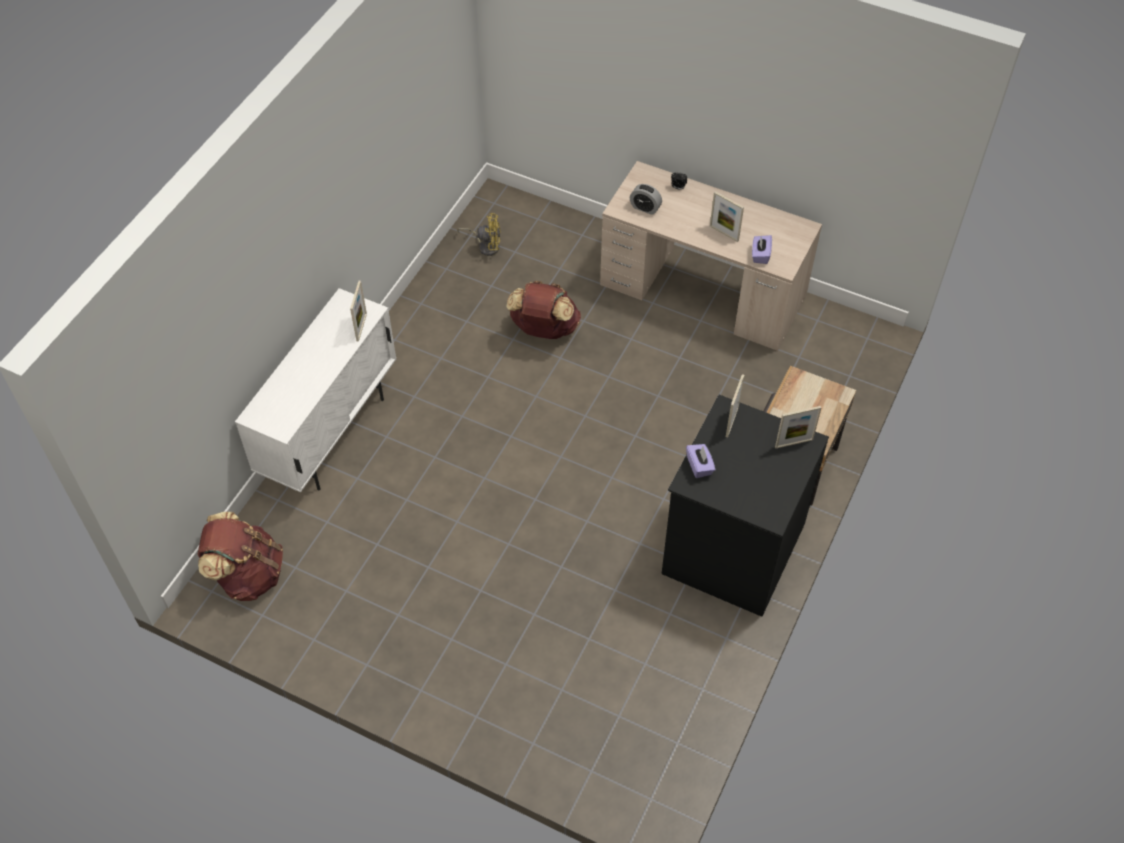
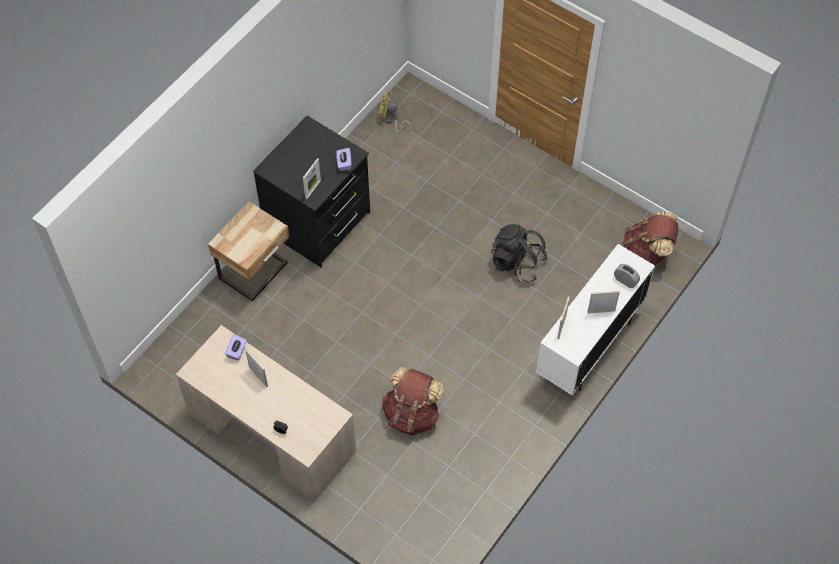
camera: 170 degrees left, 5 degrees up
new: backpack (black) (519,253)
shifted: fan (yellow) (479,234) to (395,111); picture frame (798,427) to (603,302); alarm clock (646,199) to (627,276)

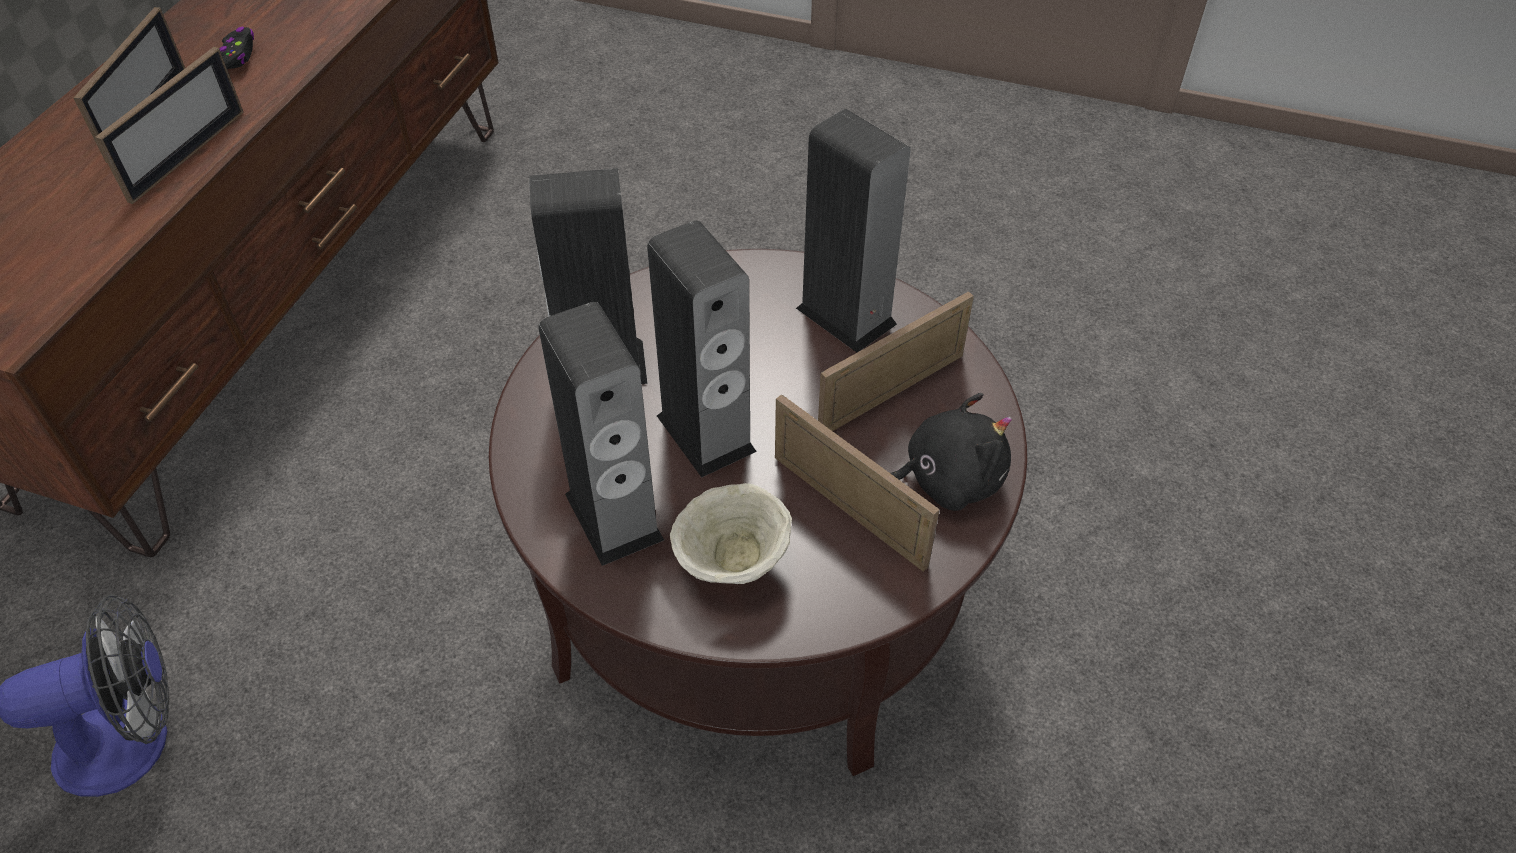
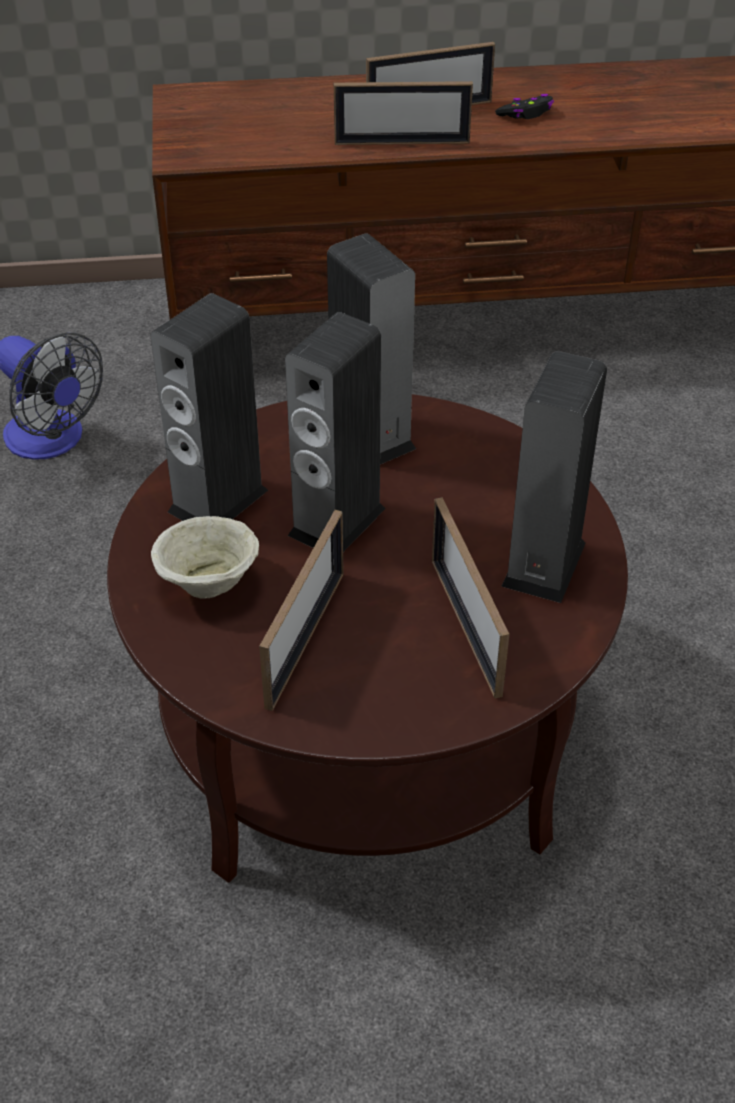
camera: 65 degrees right, 5 degrees down
gone: plush toy (black) (951,452)
rotated: picture frame (896,361) = (470,598) 135 degrees counterclockwise

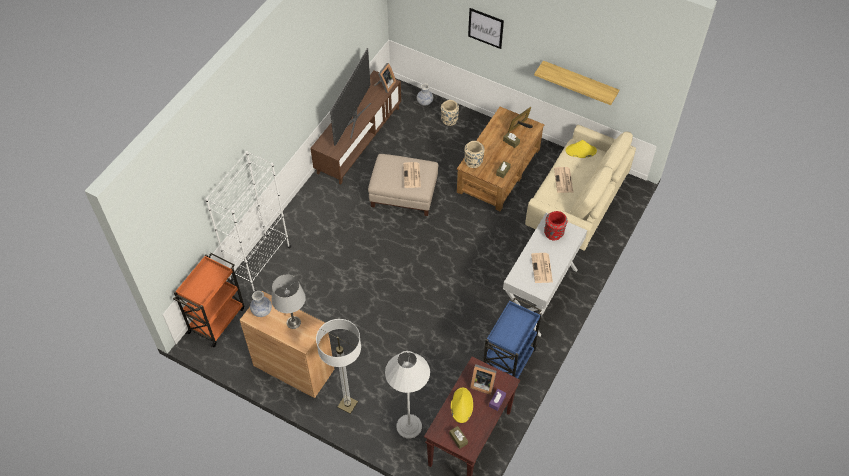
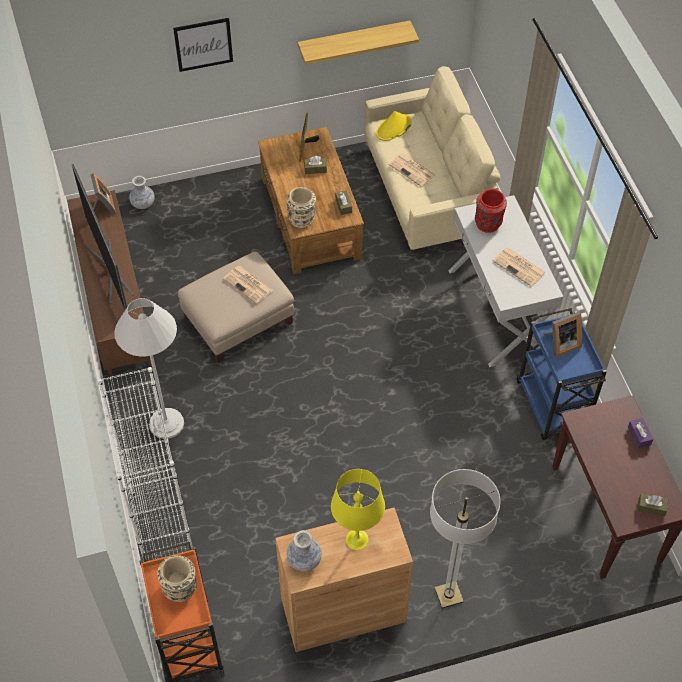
camera: 45 degrees left, 0 degrees up
gone: hat (yellow) (462,405)
shifted: floor lamp (white) (407,395) to (149,368); vase (beige) (450,113) to (177,578); picture frame (483,379) to (562,334)
repainted: table lamp (grey) (289,302) to table lamp (yellow) (358,509)

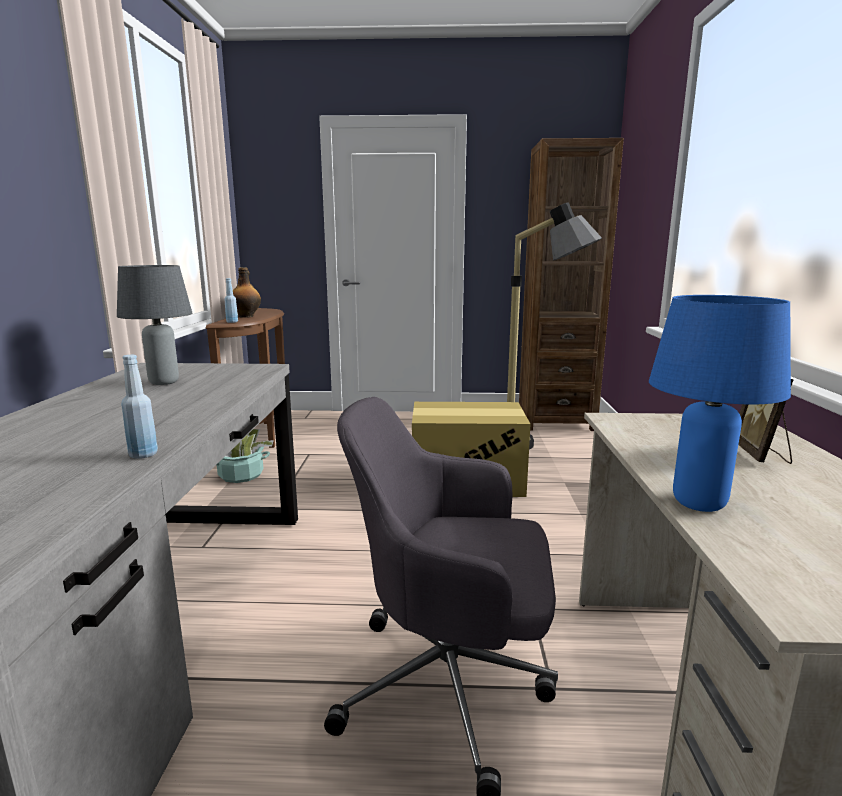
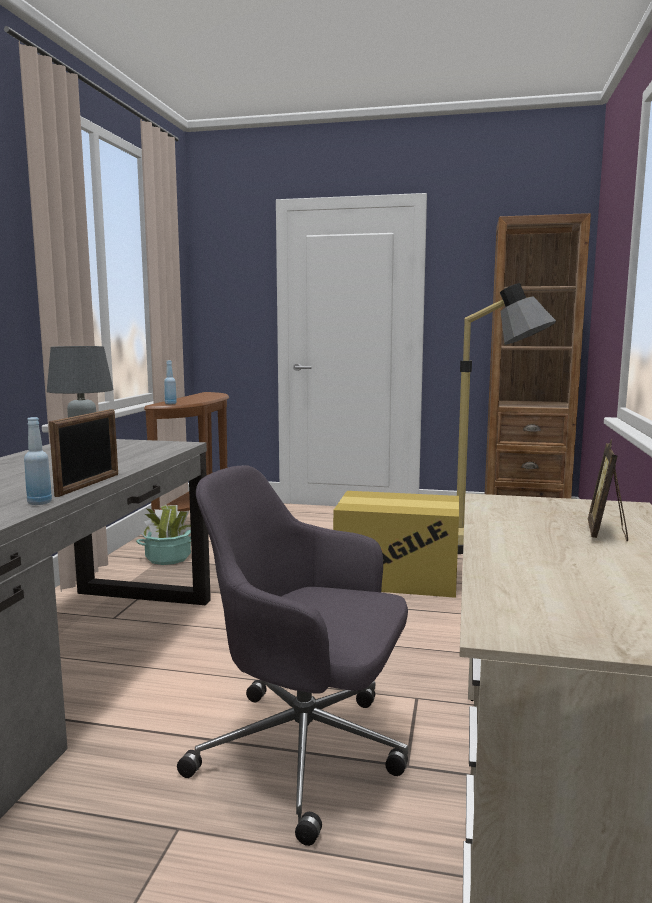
camera: 10 degrees right, 5 degrees down
gone: bottle (247,293); table lamp (blue) (720,403)
new: picture frame (83,453)

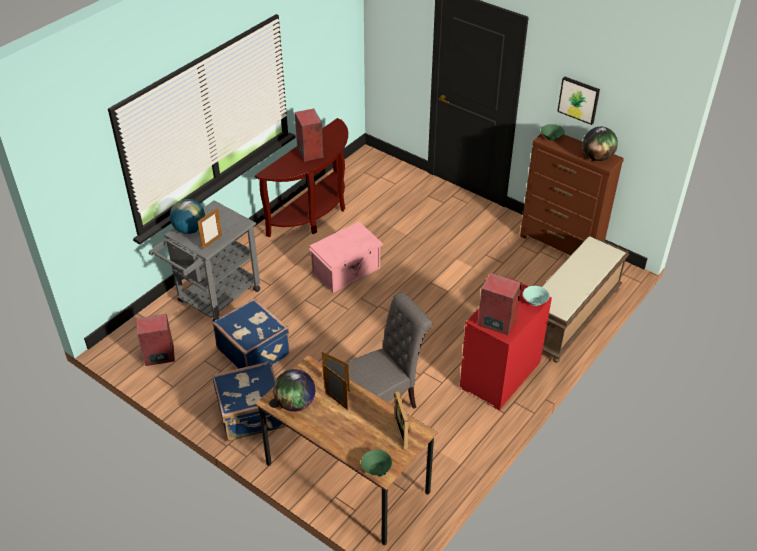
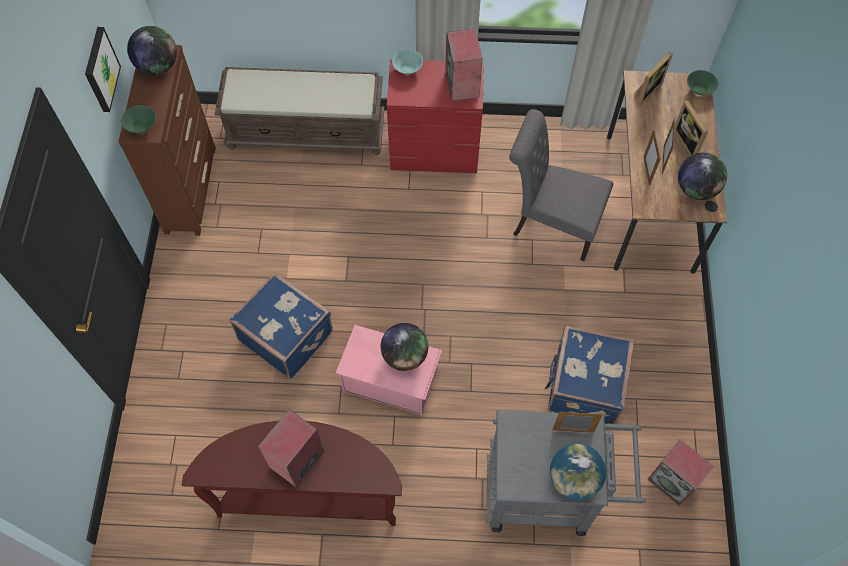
camera: 125 degrees left, 20 degrees up
new: globe (404,347); picture frame (691,128)
shifted: suitcase (blue) (248,401) to (281,325)

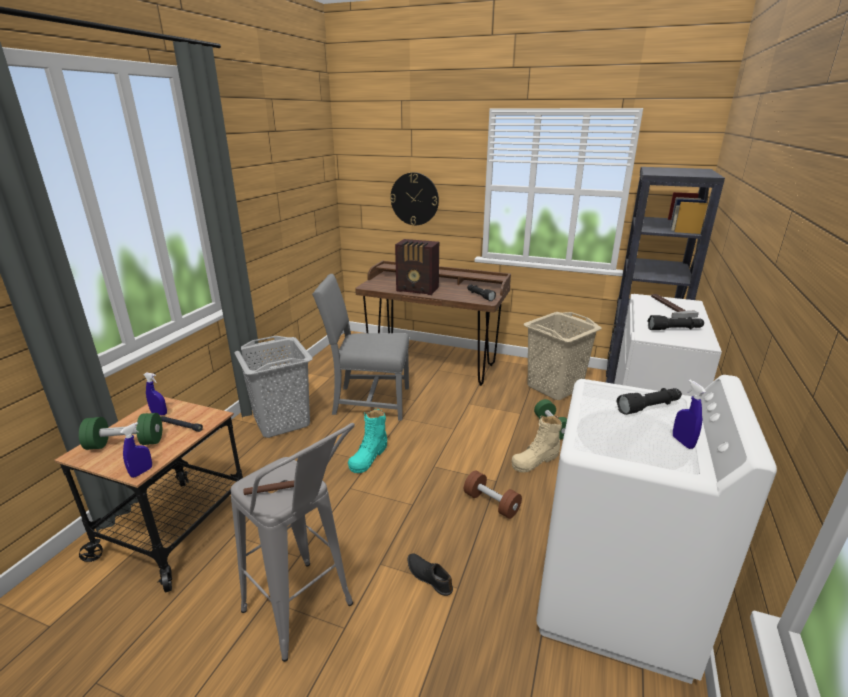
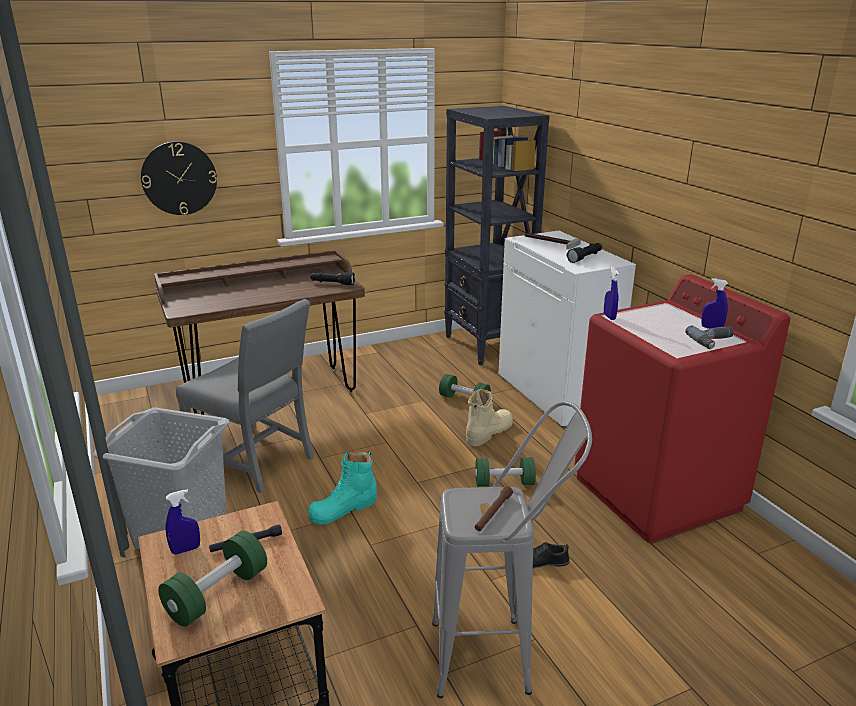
camera: 45 degrees left, 0 degrees up
gone: radio (417,267); laundry basket (beige) (562,356); flashlight (black) (649,401)
new: power drill (709,337)
shifted: spray bottle (blue) (136,450) to (611,293)
repainted: dumbbell (brown) (493,494) to dumbbell (green) (505,471); washing machine (white) (656,529) to washing machine (red) (682,408)
rotated: chair (grey) (361,347) = (245,396) 105 degrees counterclockwise; boot (turquoise) (368,441) = (342,488) 75 degrees clockwise; boot (beige) (536,444) = (489,417) 150 degrees counterclockwise

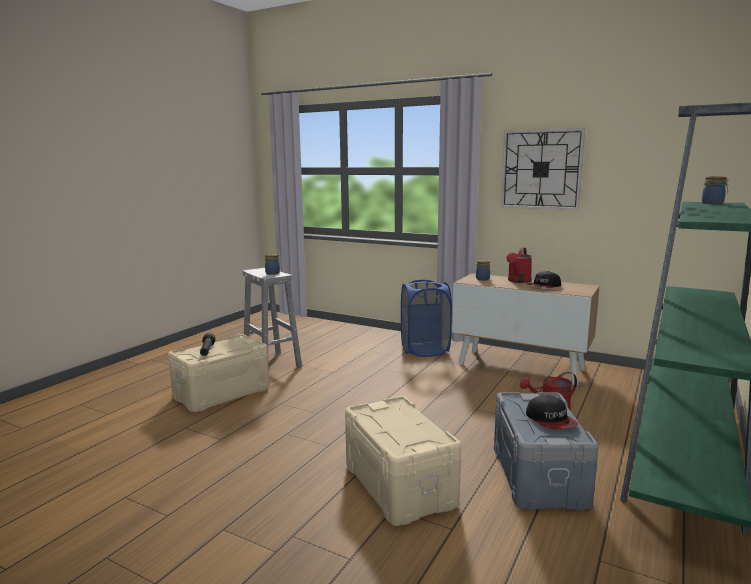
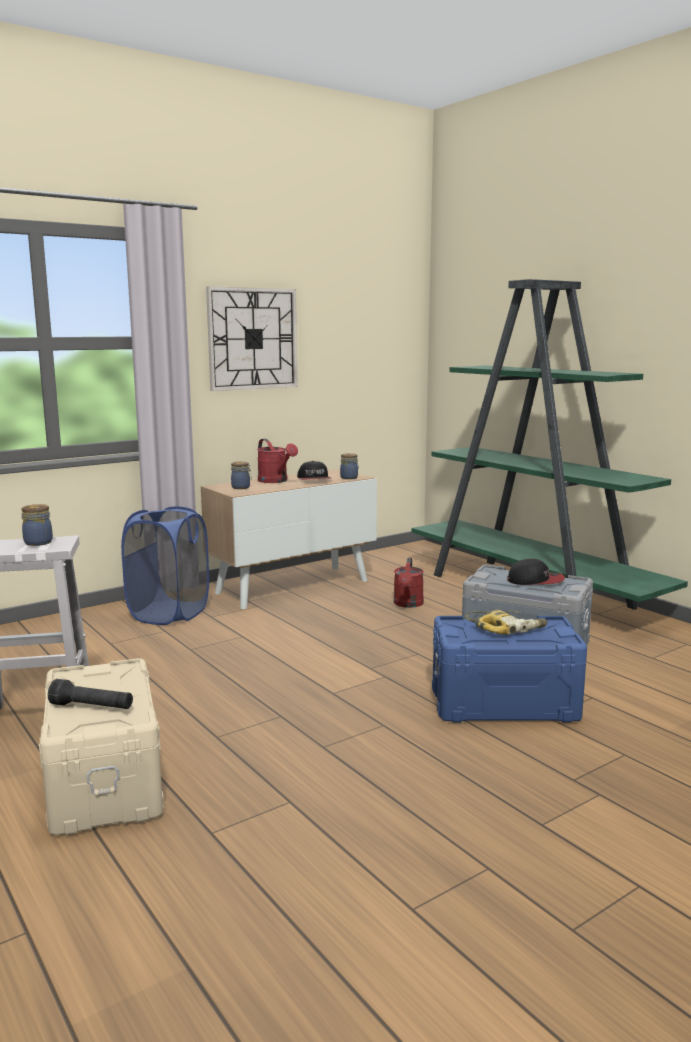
camera: 65 degrees left, 0 degrees up
new: power drill (506,622)
shifted: jar (716,190) to (349,466)
repainted: storage box (beige) (403,461) to storage box (blue) (509,669)

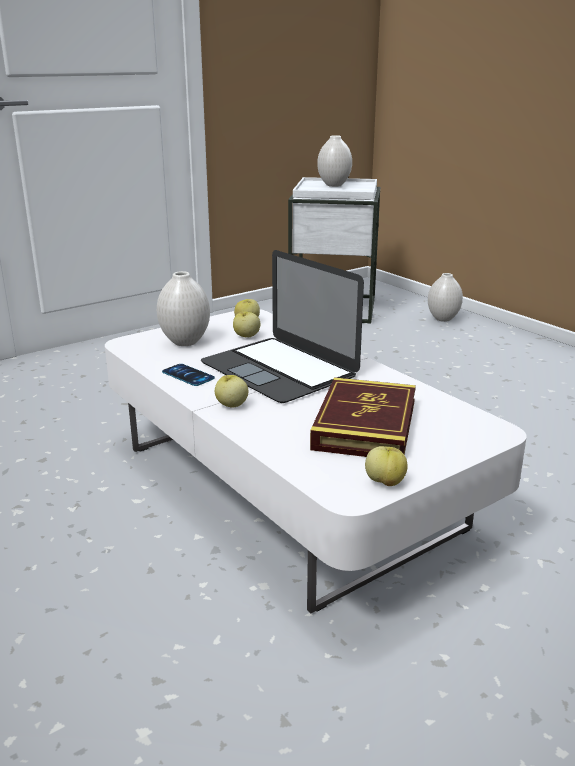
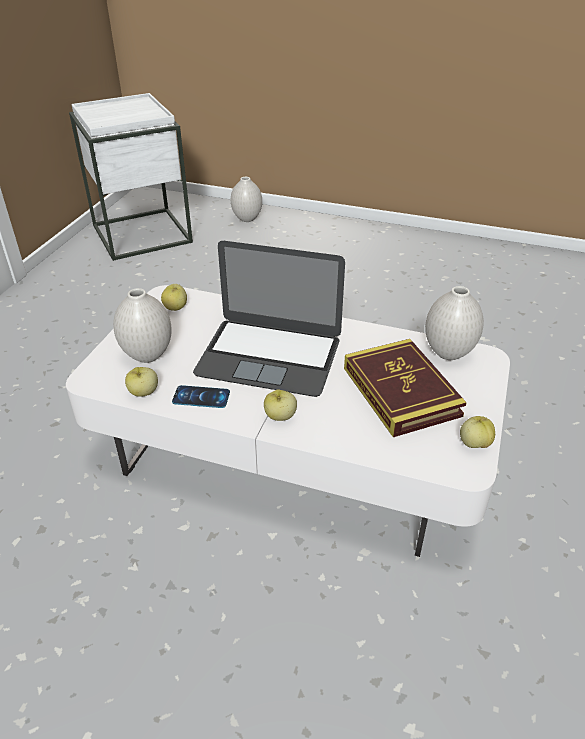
camera: 35 degrees left, 15 degrees up
shifted: apple (246,324) to (141,382); vase (white) (334,161) to (454,323)

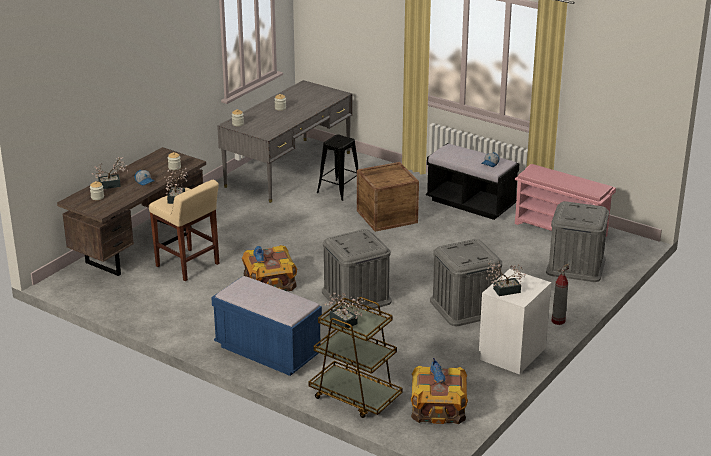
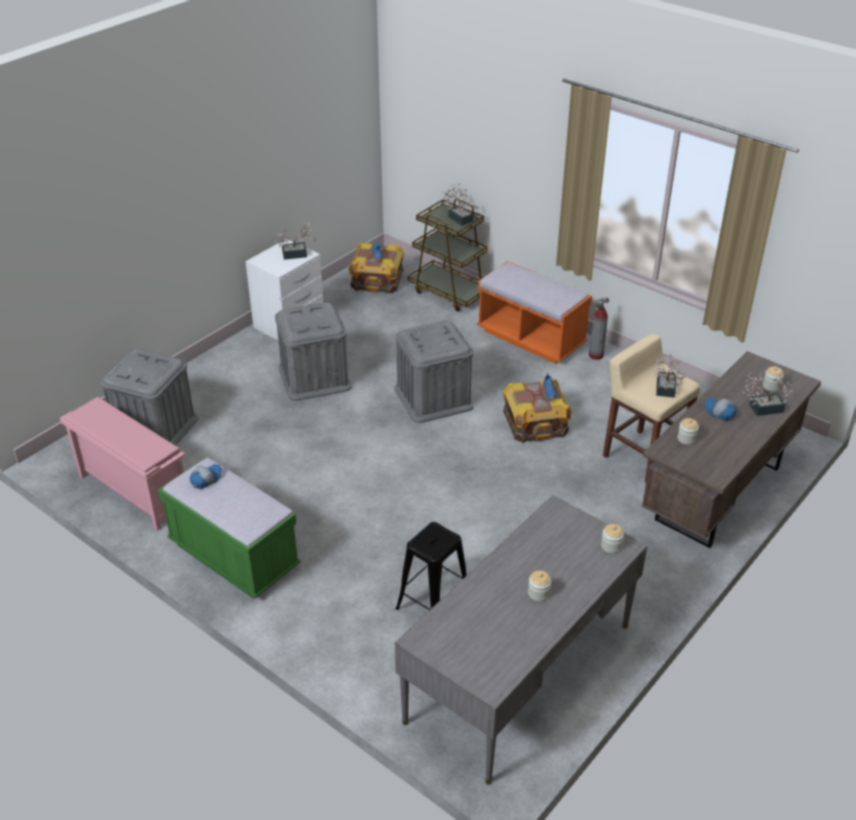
camera: 175 degrees left, 10 degrees up
gone: crate (388,197)
shifted: fire extinguisher (560,294) to (599,329)
repainted: bench (black) (473,181) to bench (green) (229,528); bench (blue) (266,326) to bench (orange) (534,312)

